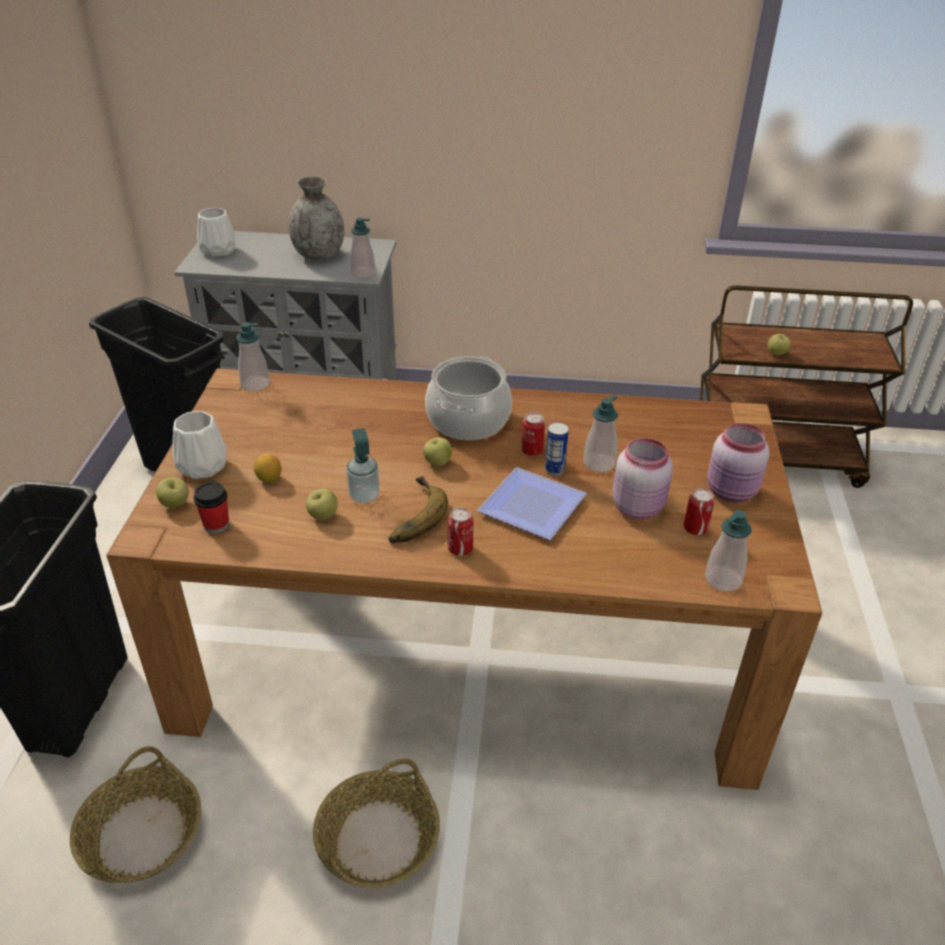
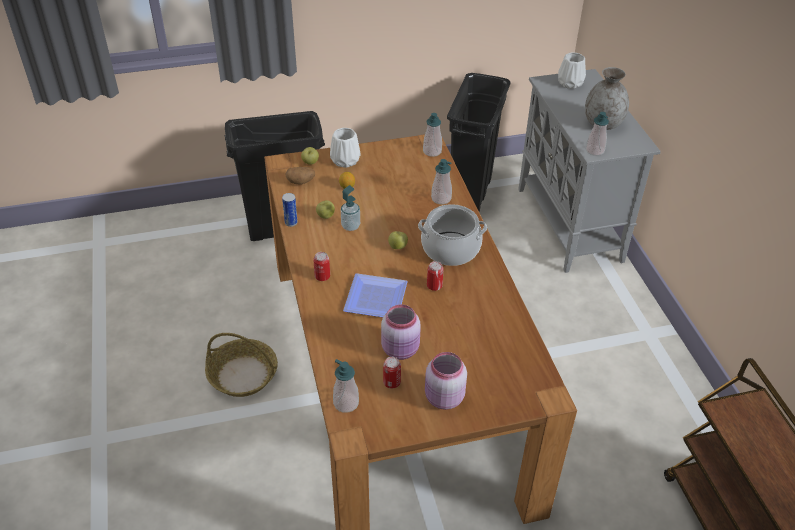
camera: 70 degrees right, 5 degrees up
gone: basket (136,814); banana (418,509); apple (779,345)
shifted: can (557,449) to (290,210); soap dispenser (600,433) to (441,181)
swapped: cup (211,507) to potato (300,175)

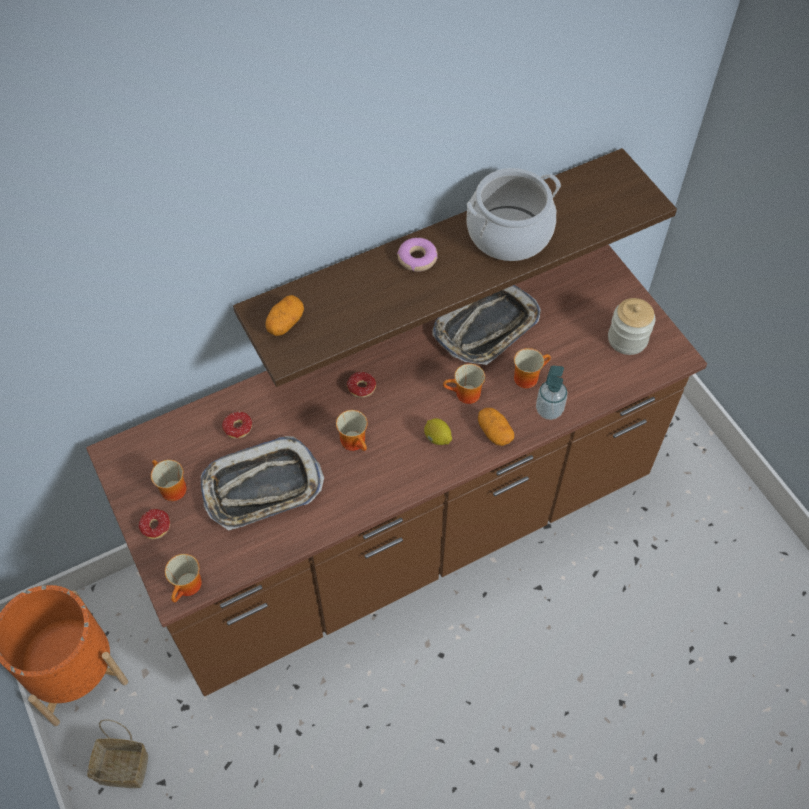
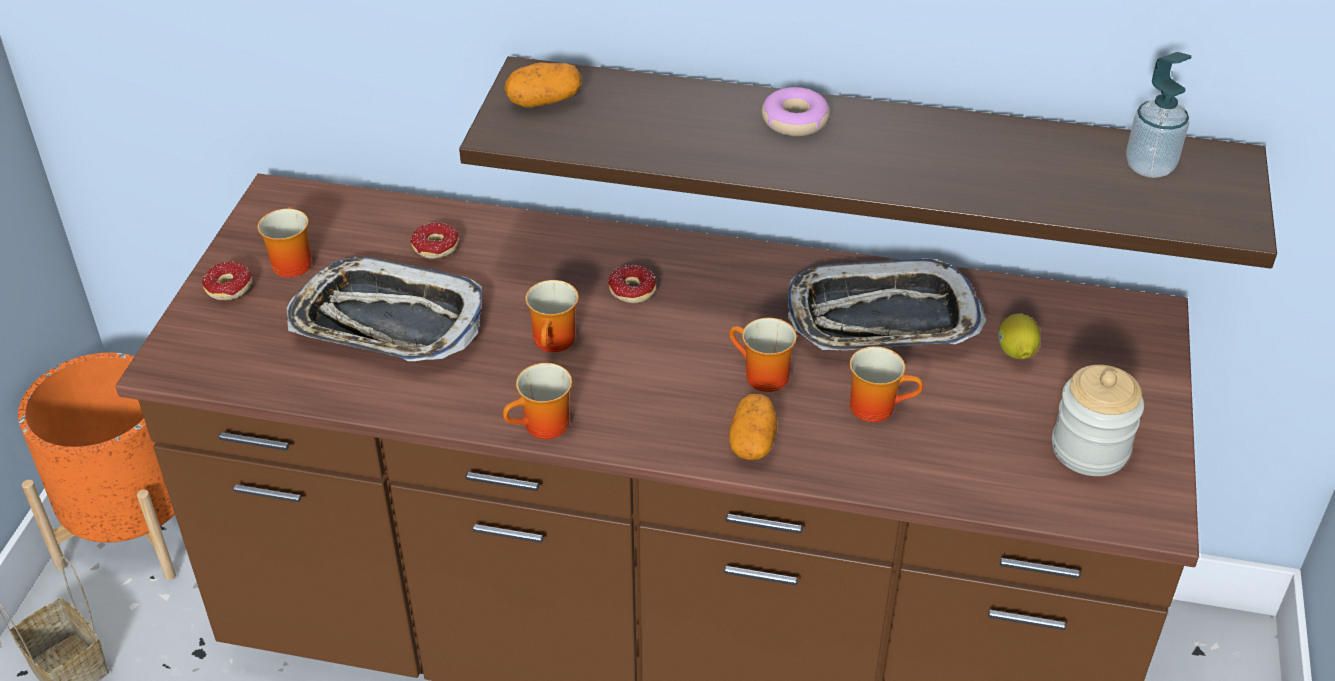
camera: 40 degrees right, 15 degrees down
gone: cooking pot (513,214)
shifted: mug (183,578) to (537,401); lemon (438,431) to (1019,336); soap dispenser (551,393) to (1158,115)

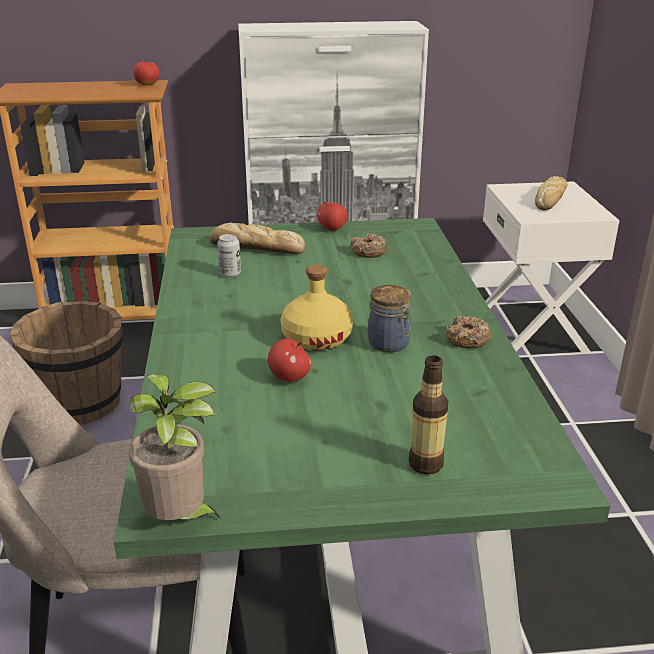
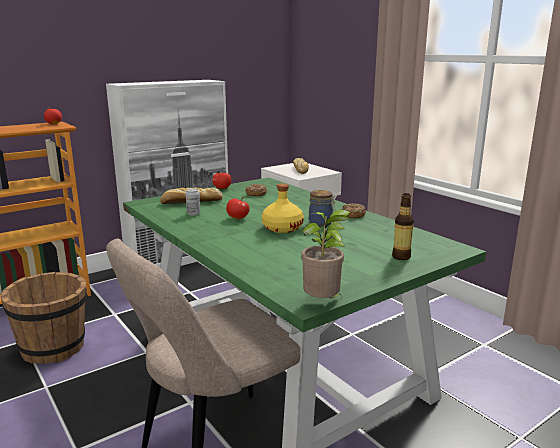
camera: 30 degrees left, 10 degrees down
shifted: apple (289,360) to (238,208)

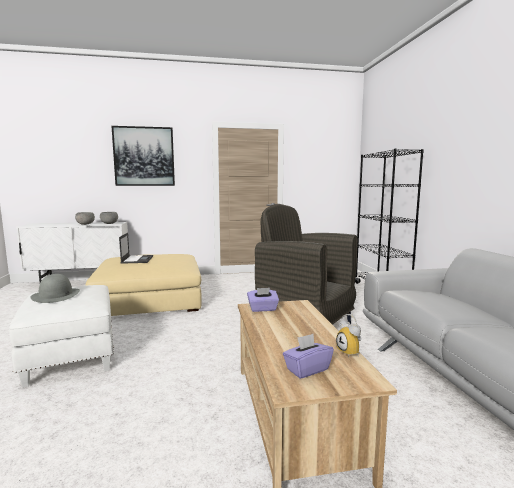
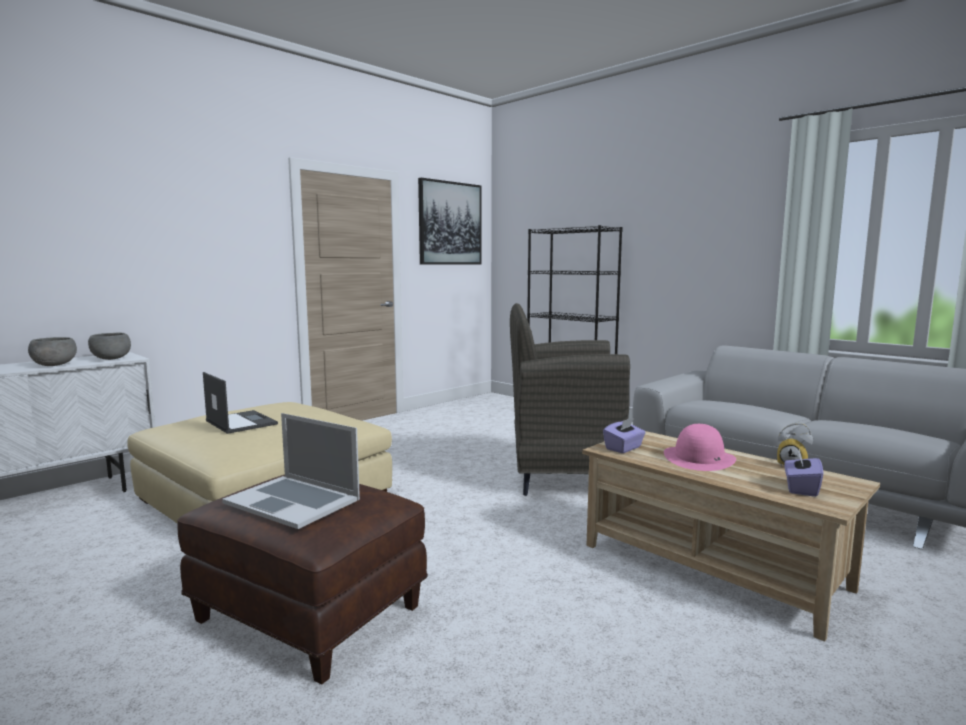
camera: 35 degrees left, 0 degrees up
new: hat (pink) (700,447)
shifted: picture (143,156) to (450,221)
swapped: hat (grey) (55,288) to laptop (291,471)
repainted: ottoman (white) (61,336) to ottoman (brown) (302,580)

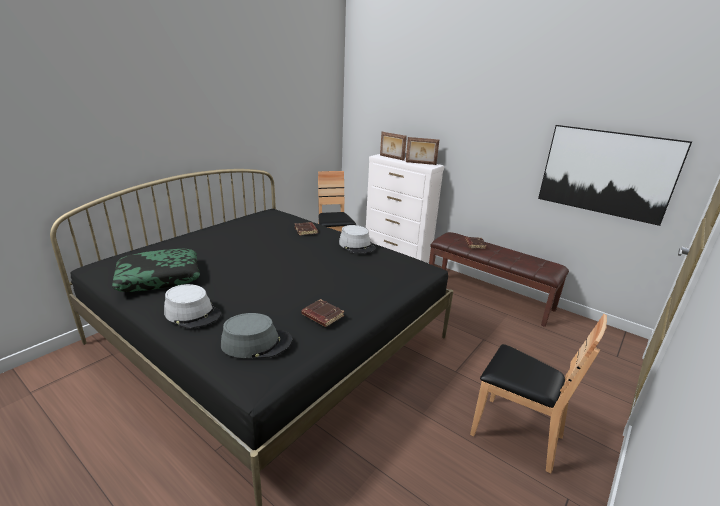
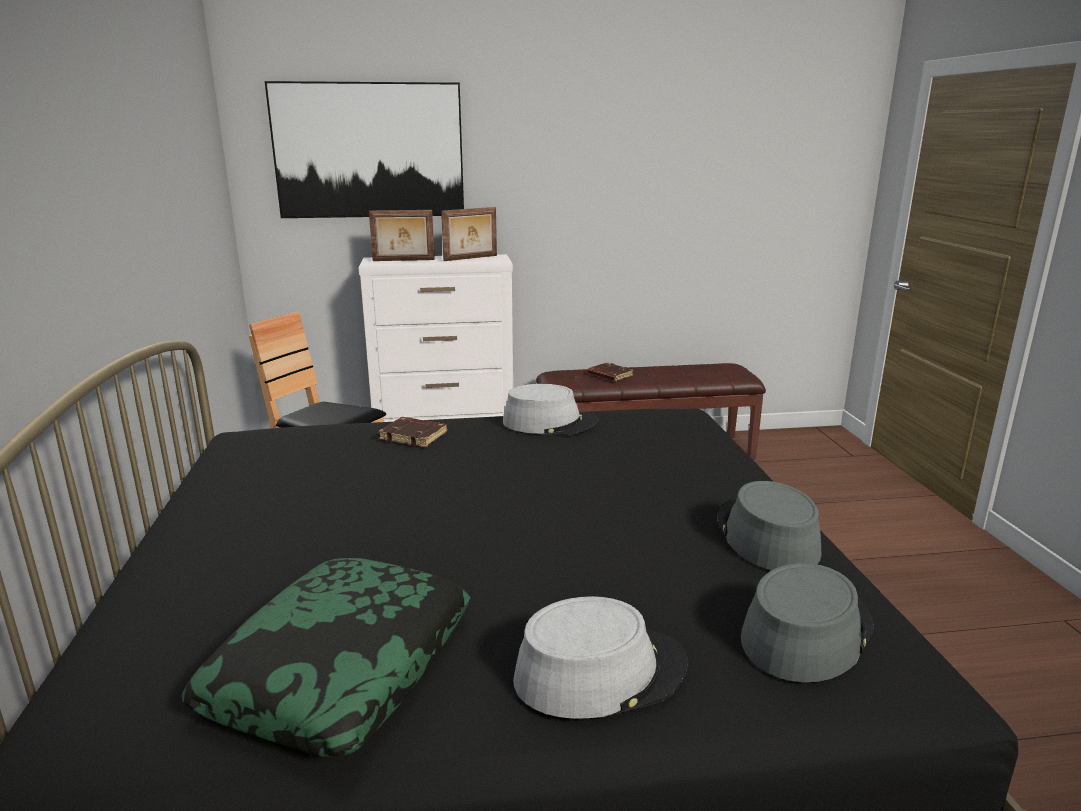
camera: 45 degrees left, 5 degrees down
gone: chair (brown) (538,393)
shifted: picture (615,175) to (364,149)
swapped: book (brown) (322,313) to hat (grey) (769,525)

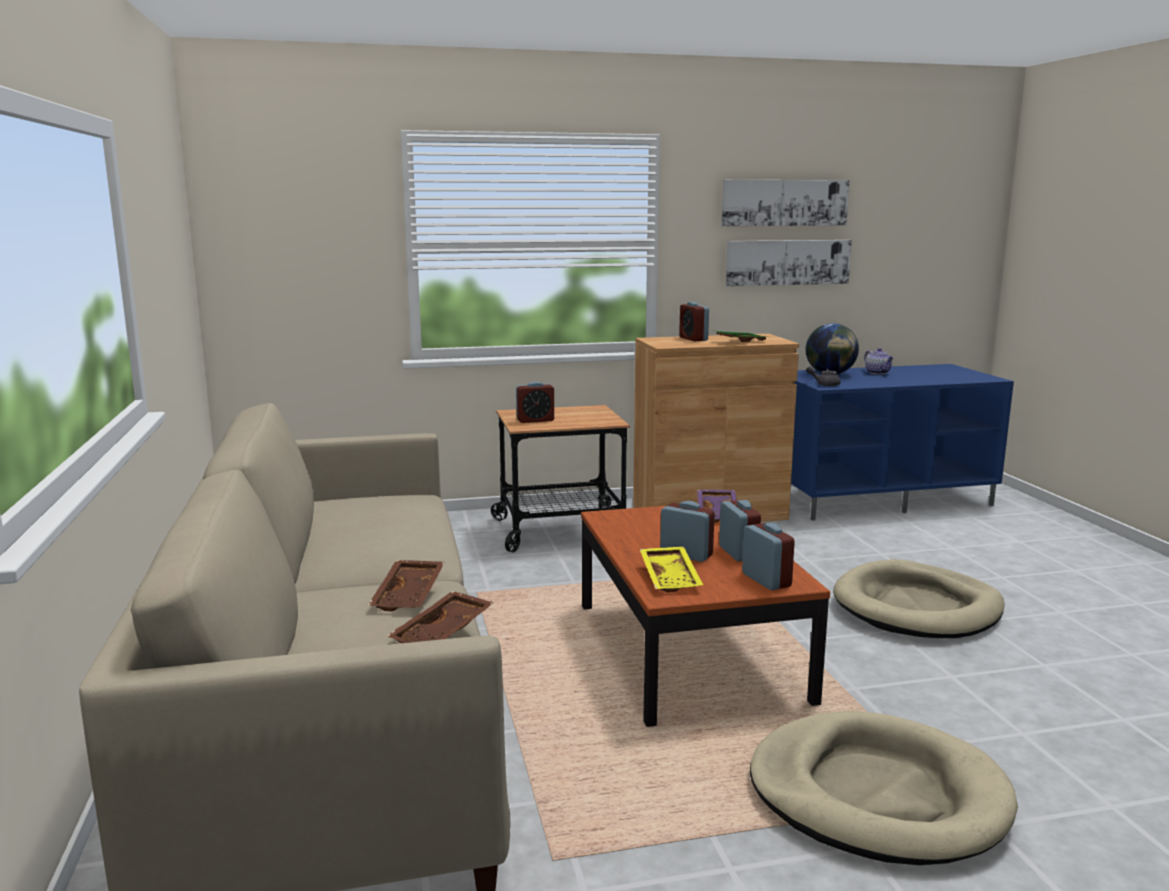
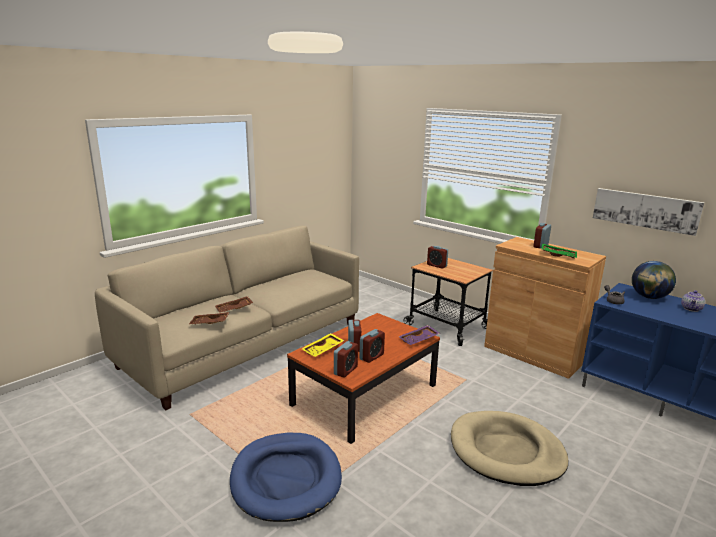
camera: 55 degrees right, 5 degrees up
gone: picture (785,203)
repainted: dog bed (beige) (884,788) to dog bed (blue) (286,477)

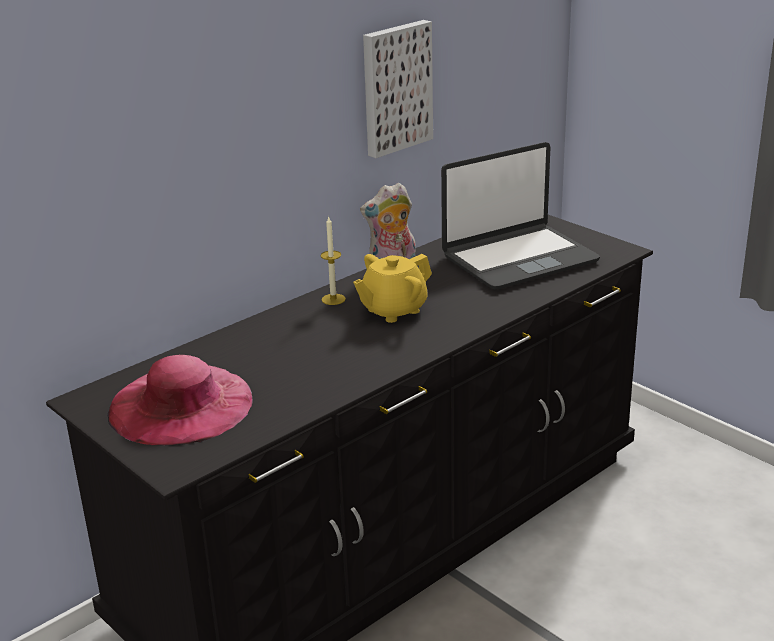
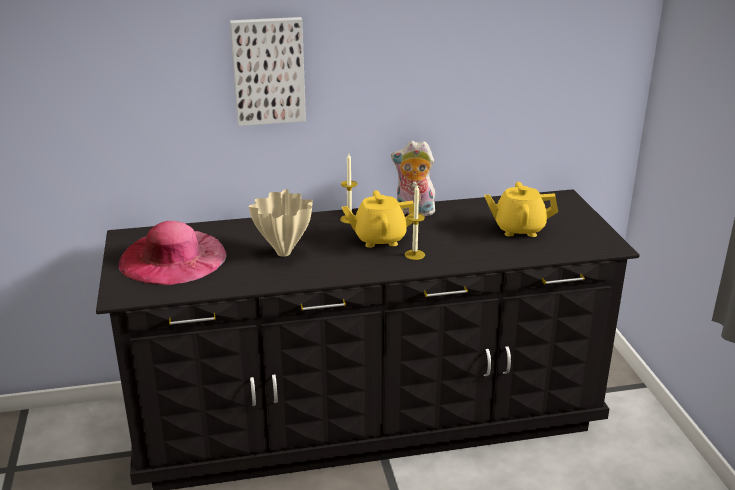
camera: 30 degrees right, 0 degrees up
new: vase (beige) (281,223); candle (415,222)
shifted: picture (398,89) to (268,71)
swapped: laptop (520,216) to teapot (yellow) (521,209)

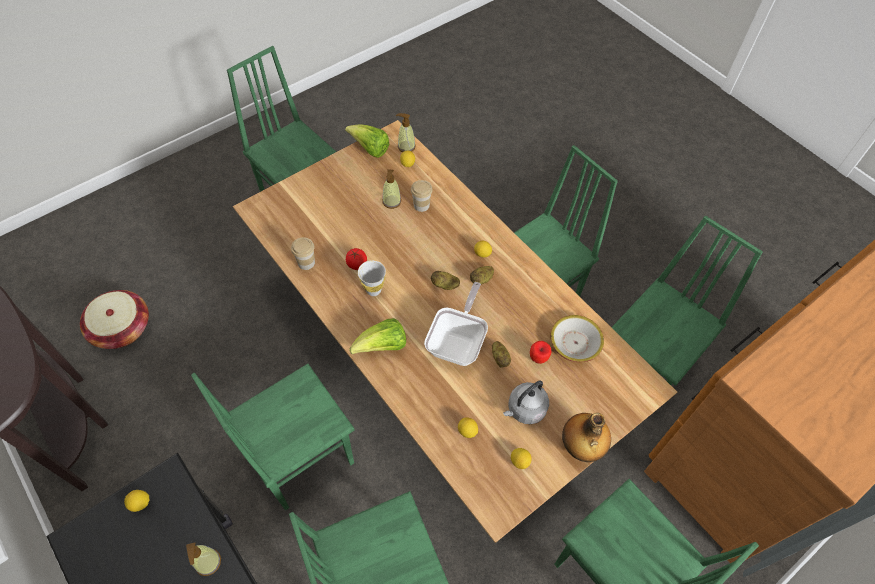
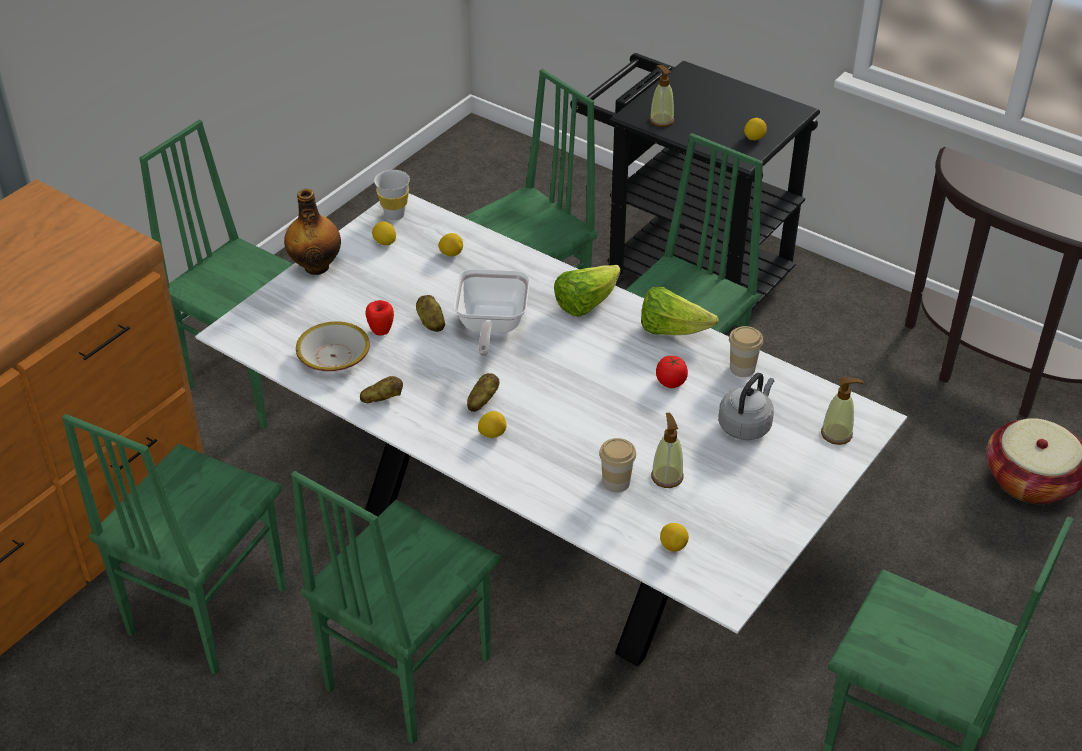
camera: 165 degrees right, 15 degrees down
shifted: potato (445,280) to (381,389); cup (white) (372,278) to (392,195); lettuce (367,141) to (680,311); kettle (grey) (526,402) to (746,406); soap dispenser (406,132) to (842,411)
repainted: dining table (brown) (455,331) to dining table (white) (551,429)

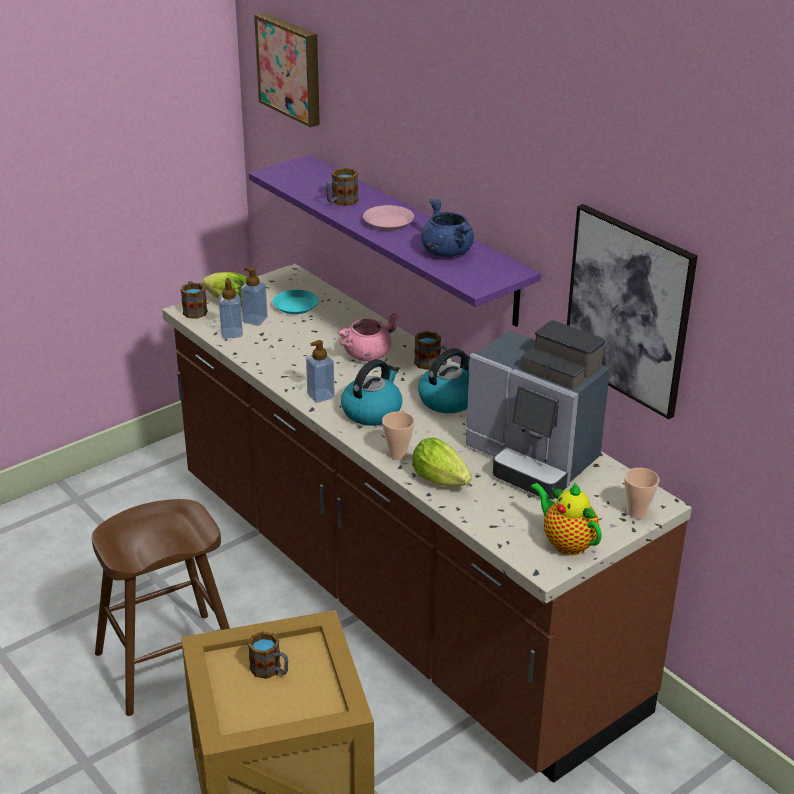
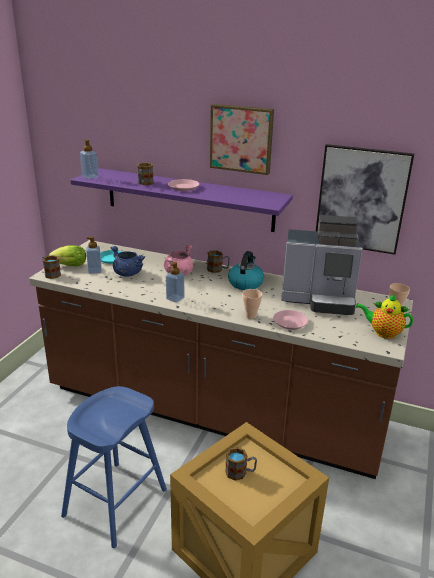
camera: 30 degrees left, 5 degrees down
gone: kettle (371,392)
shifted: soap dispenser (230,308) to (89,159); cooking pot (blue) (447,228) to (127,261); picture (287,70) to (242,139)
swapped: lettuce (442,462) to plate (pink) (290,320)
repainted: stool (brown) (161,607) to stool (blue) (114,467)

